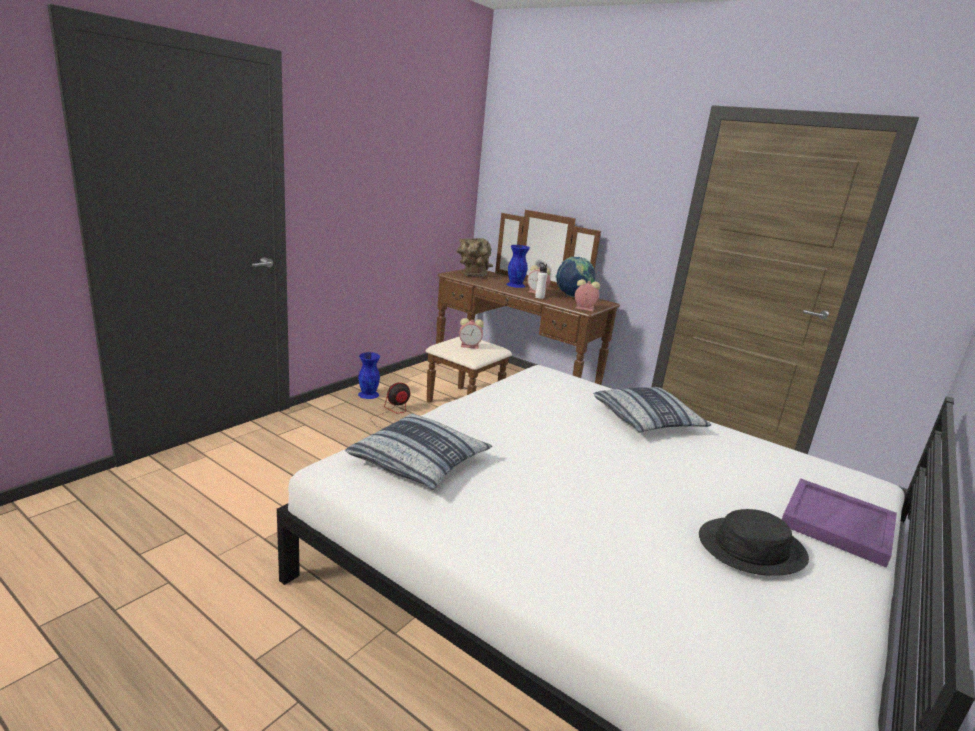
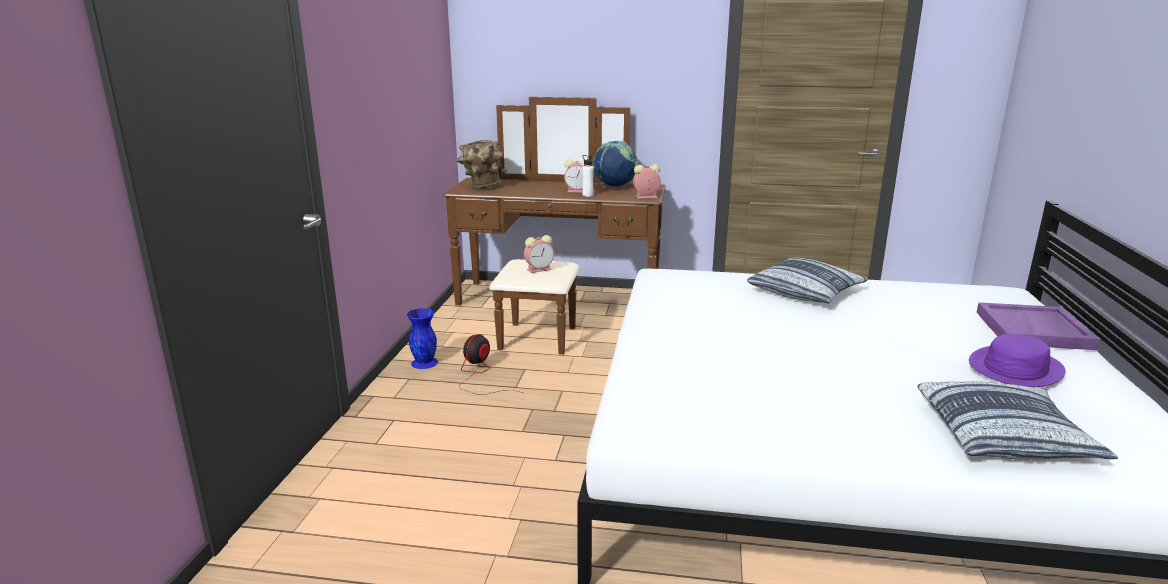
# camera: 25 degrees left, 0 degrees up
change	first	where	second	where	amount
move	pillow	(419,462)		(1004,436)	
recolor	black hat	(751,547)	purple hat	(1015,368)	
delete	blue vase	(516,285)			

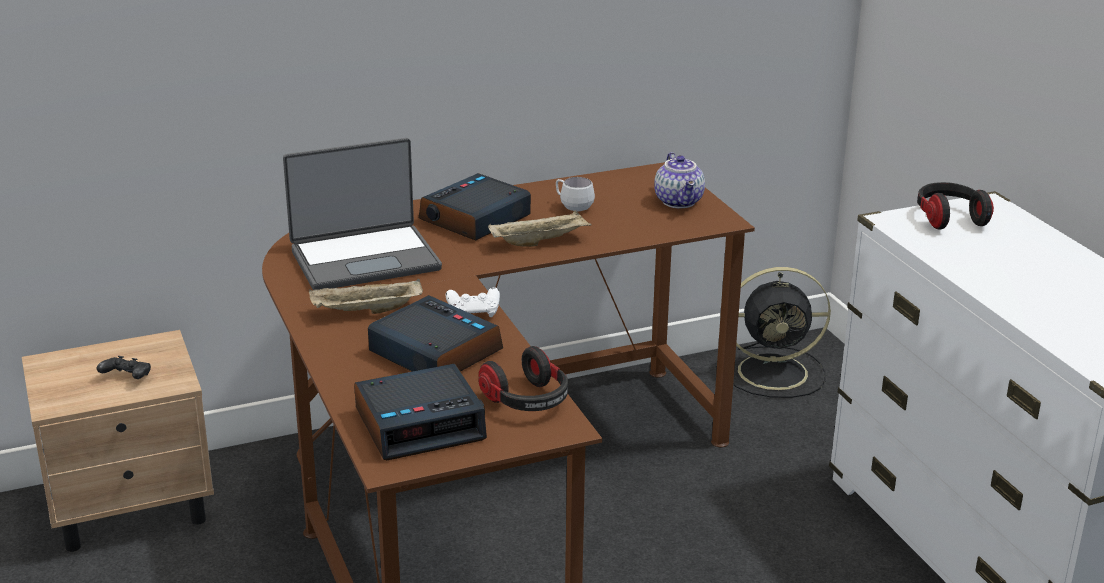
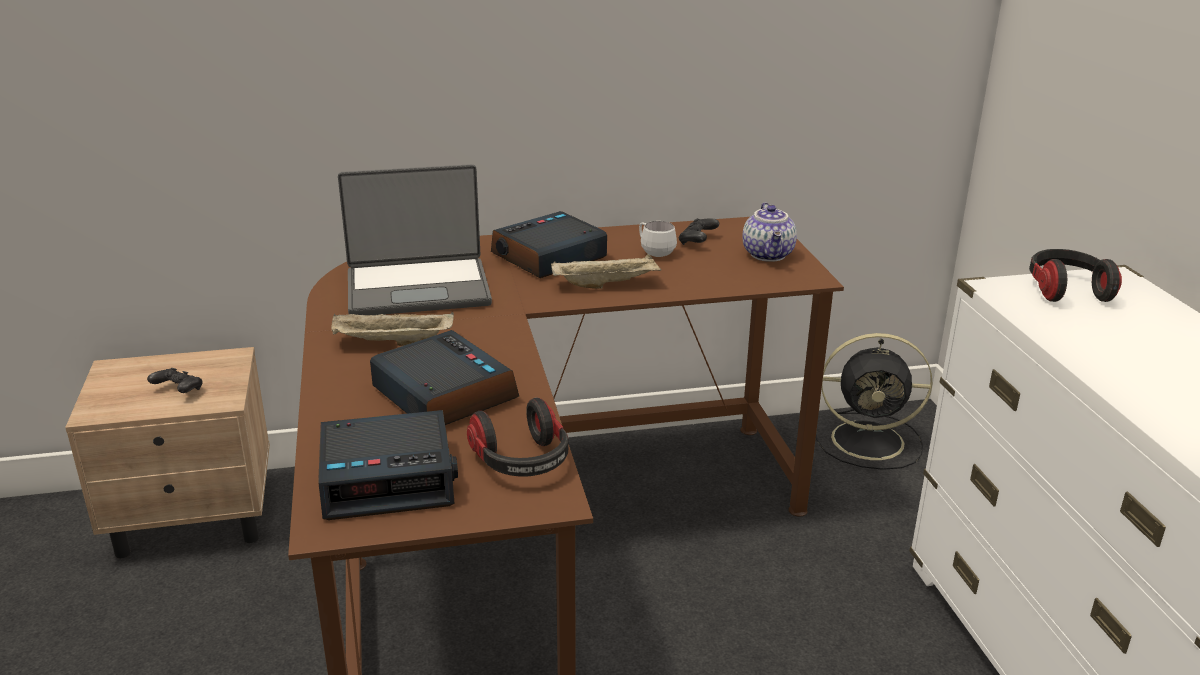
# camera: 10 degrees right, 0 degrees up
change	first	where	second	where	amount
insert			black game controller	(697,241)	
delete	white game controller	(474,313)			

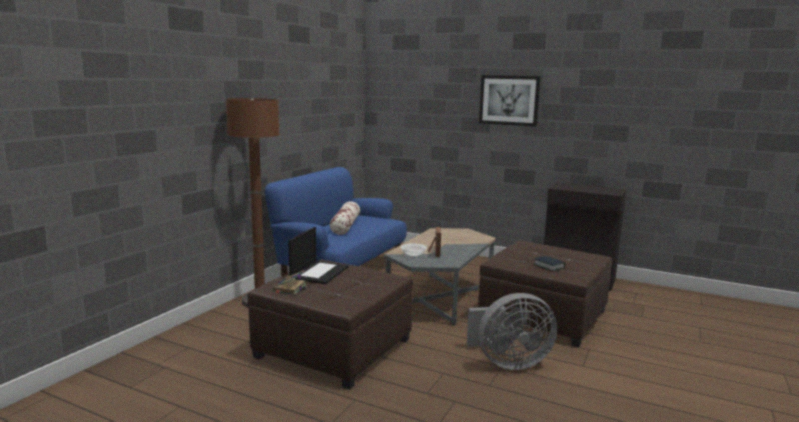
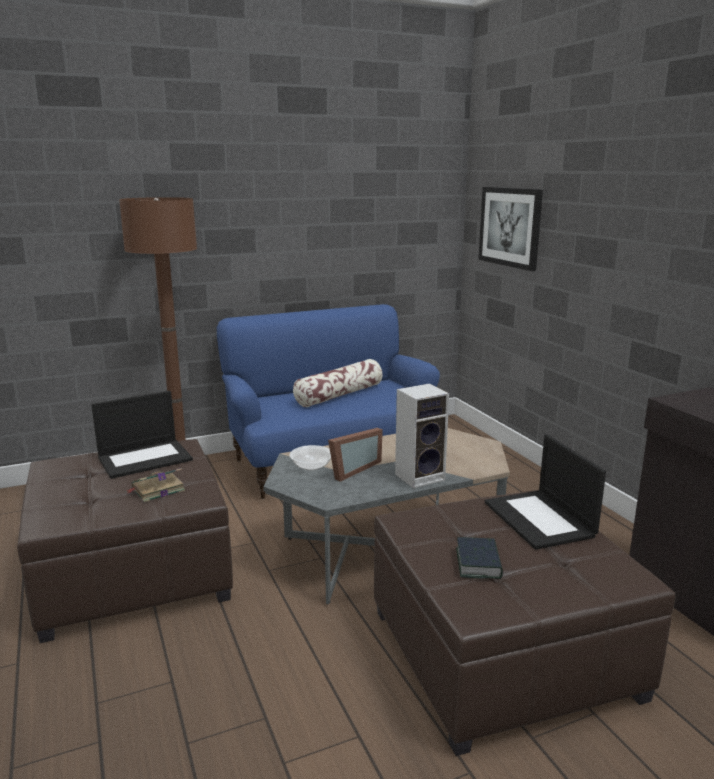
# camera: 40 degrees right, 5 degrees up
change	first	where	second	where	amount
move	book	(289,289)		(157,490)	
insert			speaker	(420,476)	
move	picture	(509,100)		(510,227)	
insert			laptop	(540,519)	
delete	grey fan	(508,362)			

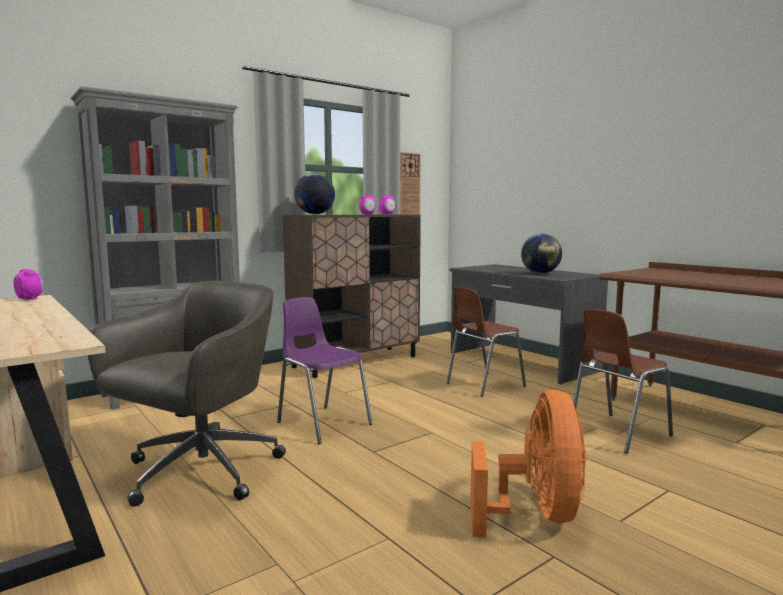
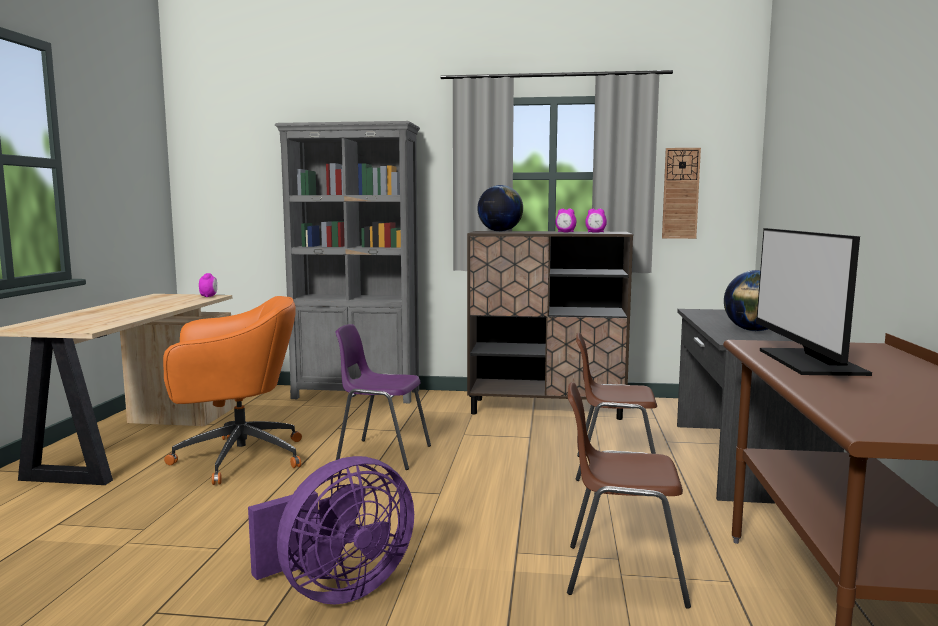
# camera: 45 degrees right, 0 degrees up
change	first	where	second	where	amount
recolor	grey office chair	(199,472)	orange office chair	(236,458)	
recolor	orange fan	(536,515)	purple fan	(336,590)	
rotate	purple chair	(322,423)		(382,453)	75 degrees counterclockwise
insert			monitor	(808,362)	

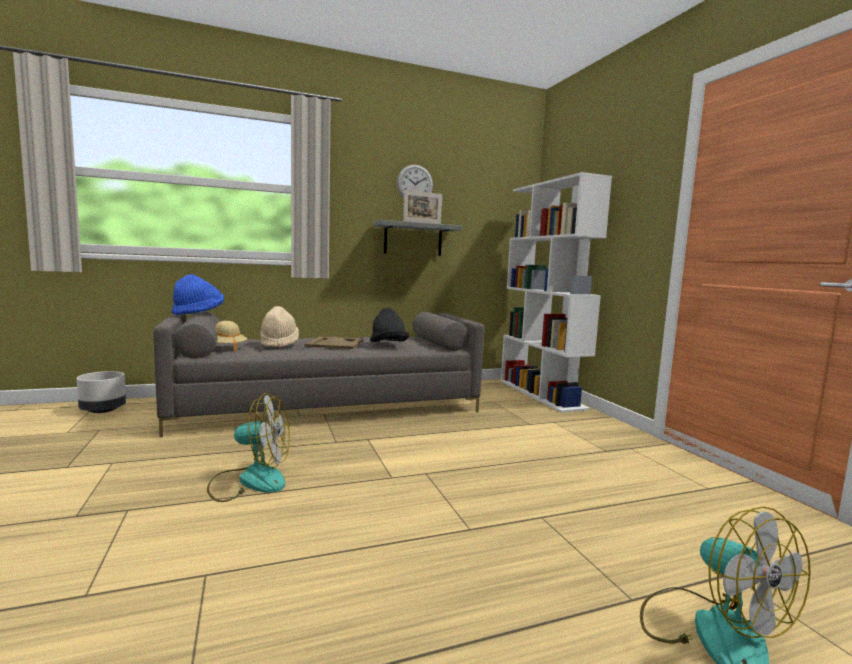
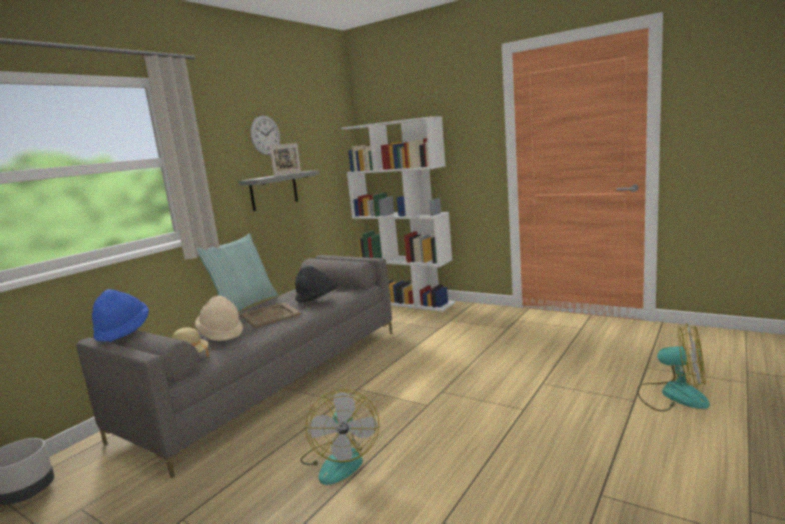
# camera: 35 degrees left, 5 degrees up
change	first	where	second	where	amount
insert			pillow	(244,305)	
rotate	fan	(250,481)		(340,460)	120 degrees clockwise

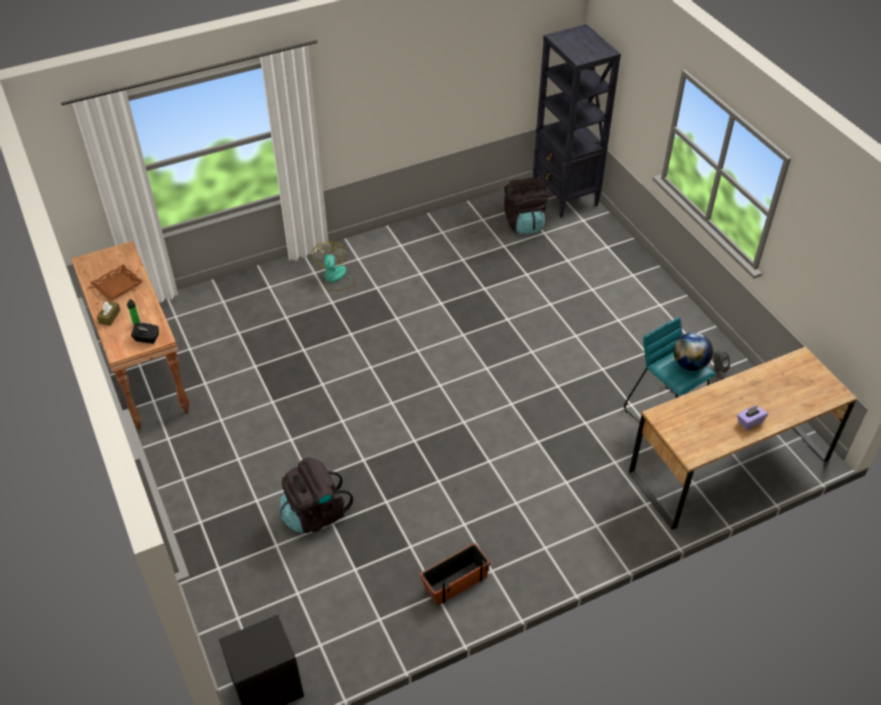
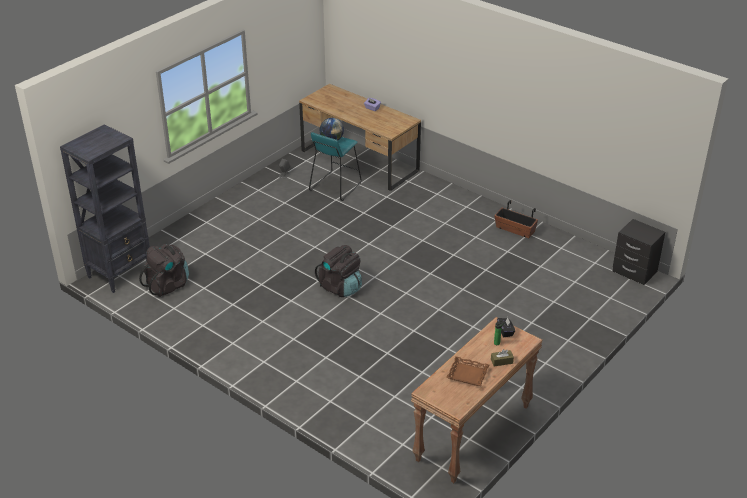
# camera: 115 degrees left, 10 degrees down
change	first	where	second	where	amount
move	black backpack	(315,514)		(340,287)	
delete	fan	(335,278)			

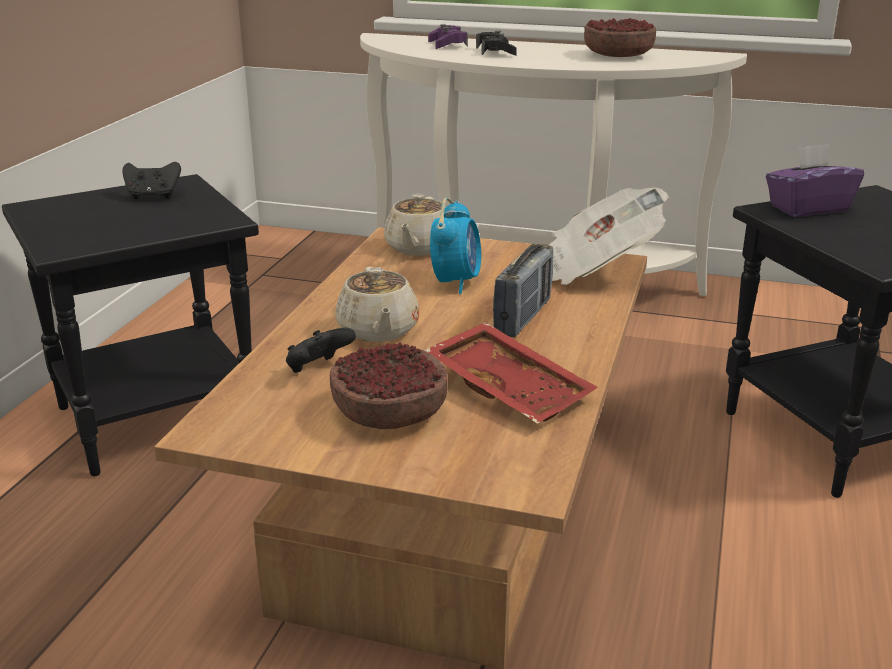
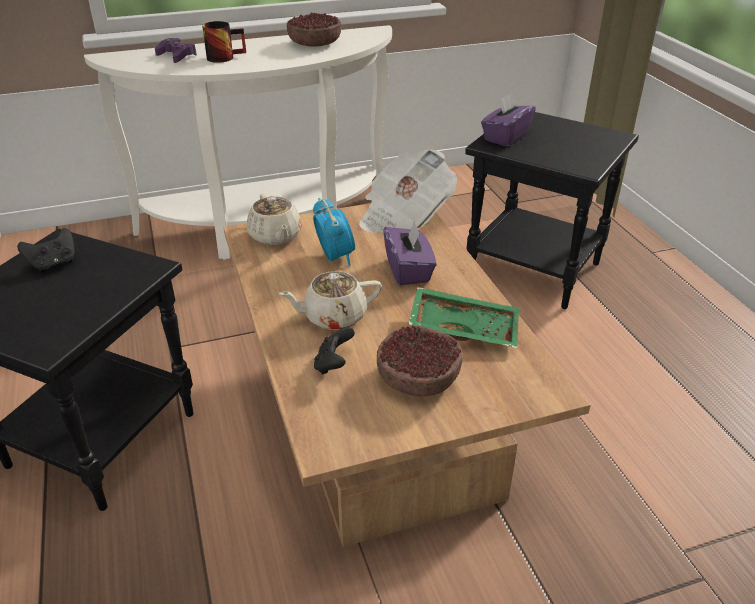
# camera: 35 degrees left, 10 degrees up
change	first	where	second	where	amount
replace	black game controller	(495,52)	mug	(224,57)	
rotate	beige teapot	(378,331)		(333,316)	120 degrees clockwise
replace	radio	(523,317)	purple tissue box	(408,270)	
recolor	red tray	(511,388)	green tray	(464,327)	

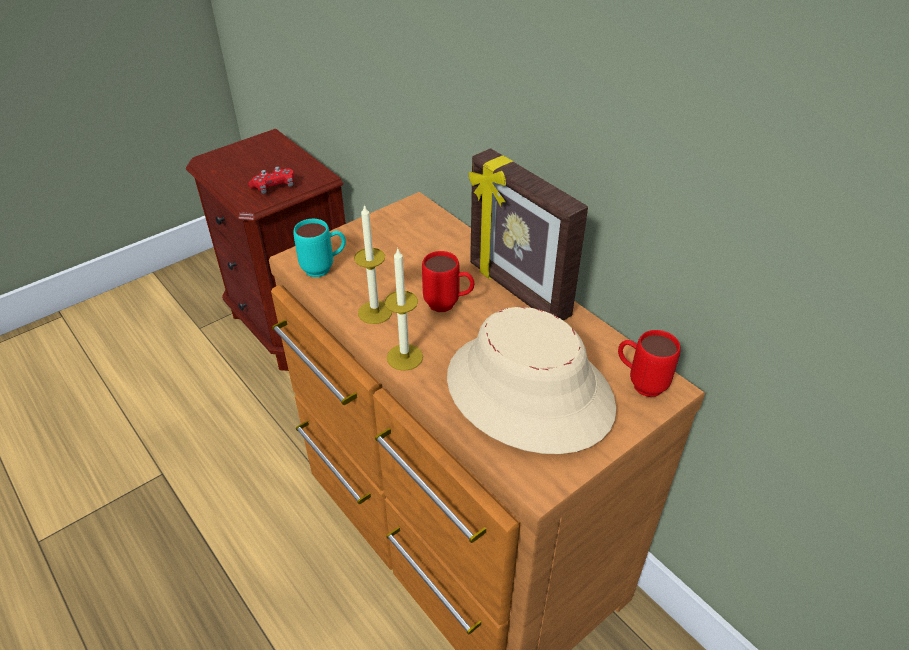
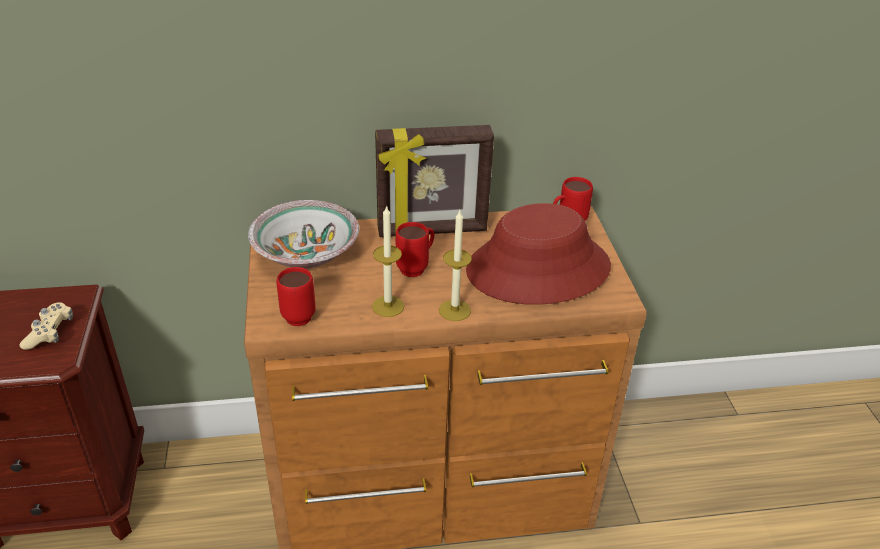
# camera: 60 degrees left, 5 degrees down
change	first	where	second	where	amount
recolor	red game controller	(274,187)	beige game controller	(50,333)	
insert			bowl	(307,254)	
recolor	turquoise mug	(324,269)	red mug	(301,314)	
recolor	beige hat	(528,392)	red hat	(538,269)	

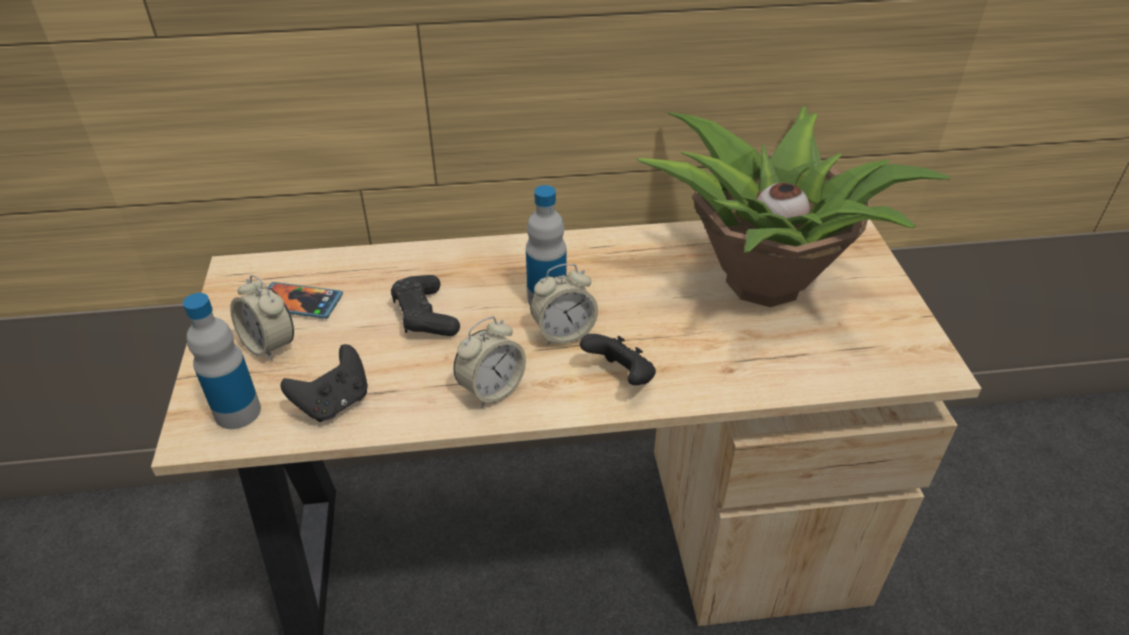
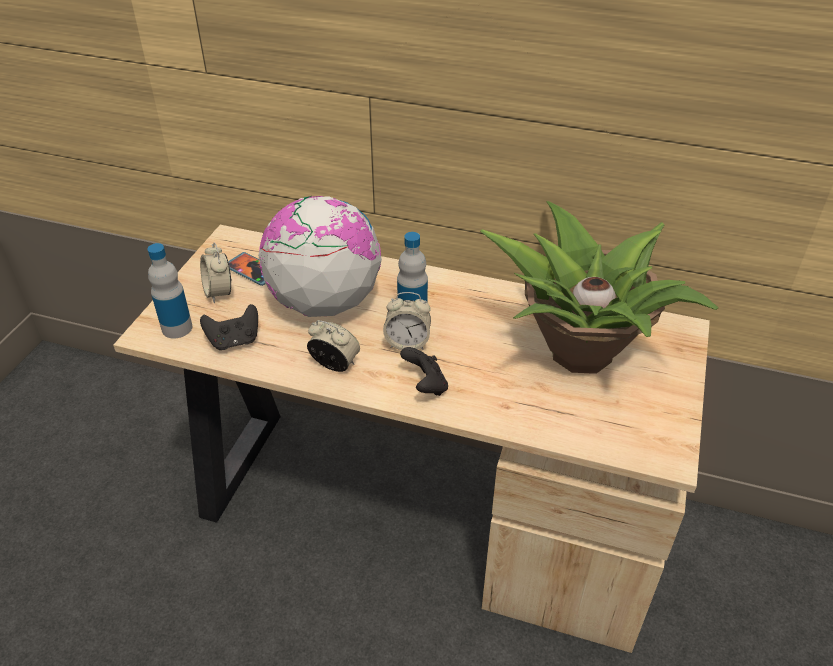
# camera: 25 degrees right, 0 degrees up
change	first	where	second	where	amount
replace	black game controller	(425,316)	globe	(324,303)	
rotate	alarm clock	(491,389)		(335,365)	135 degrees counterclockwise

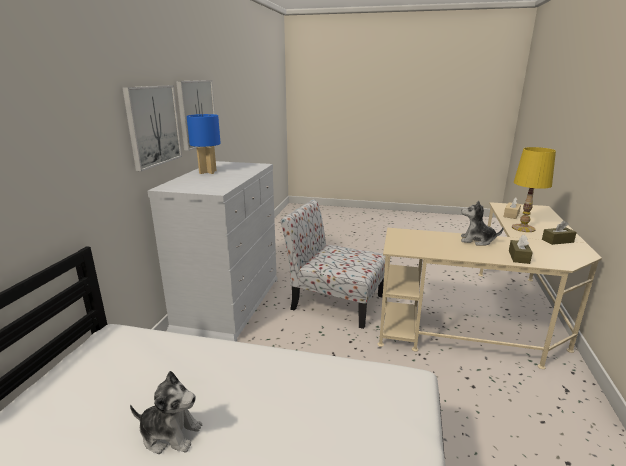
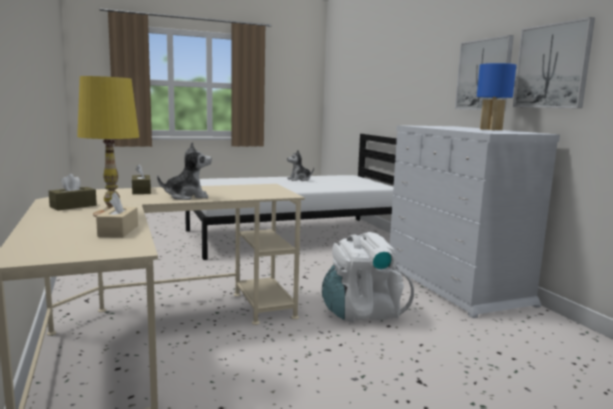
# camera: 145 degrees right, 10 degrees down
change	first	where	second	where	amount
replace	chair	(335,302)	white backpack	(362,312)	

